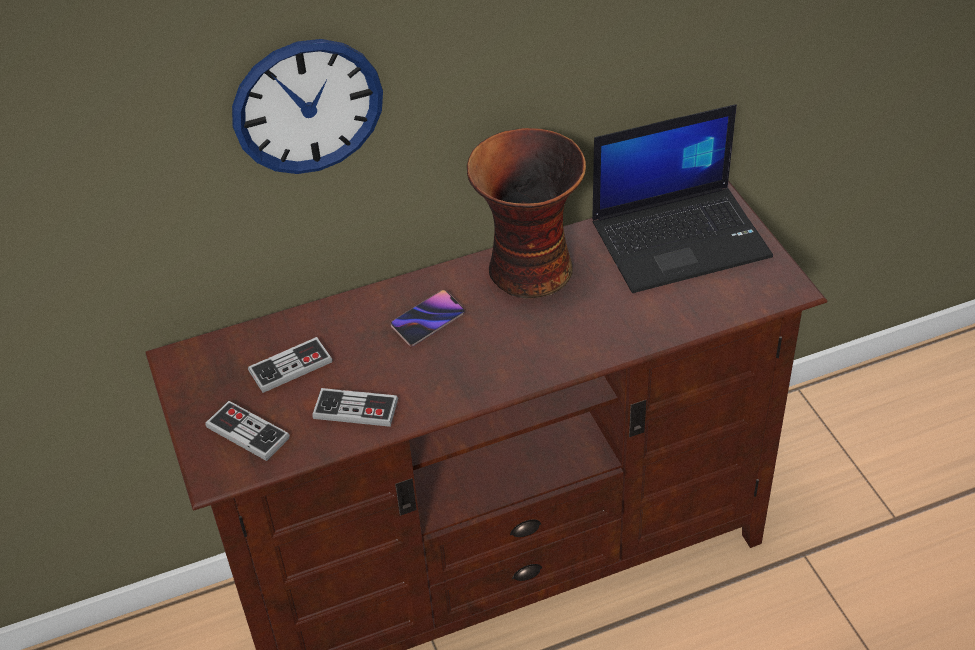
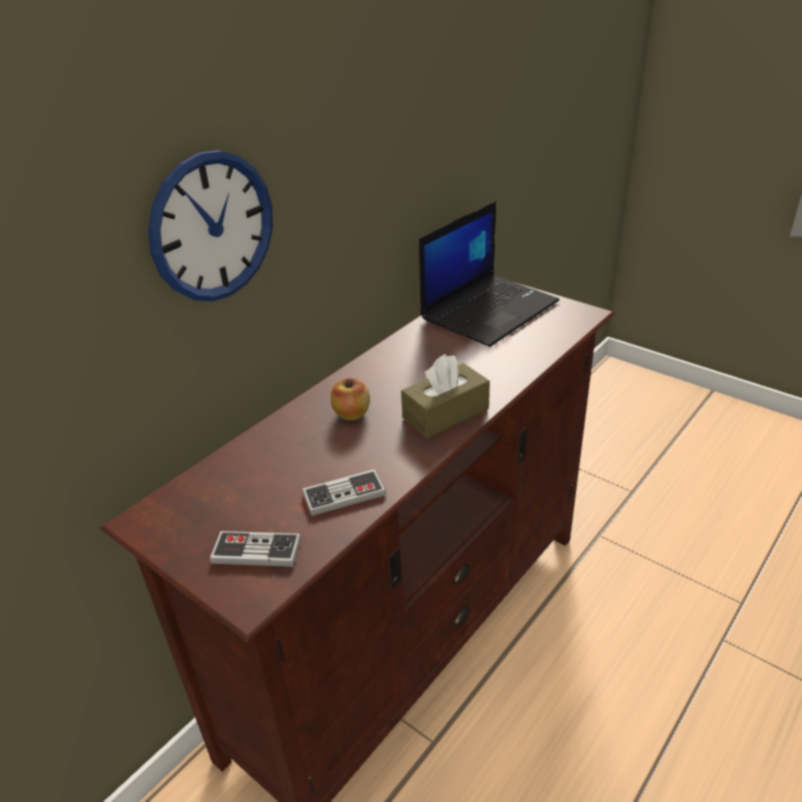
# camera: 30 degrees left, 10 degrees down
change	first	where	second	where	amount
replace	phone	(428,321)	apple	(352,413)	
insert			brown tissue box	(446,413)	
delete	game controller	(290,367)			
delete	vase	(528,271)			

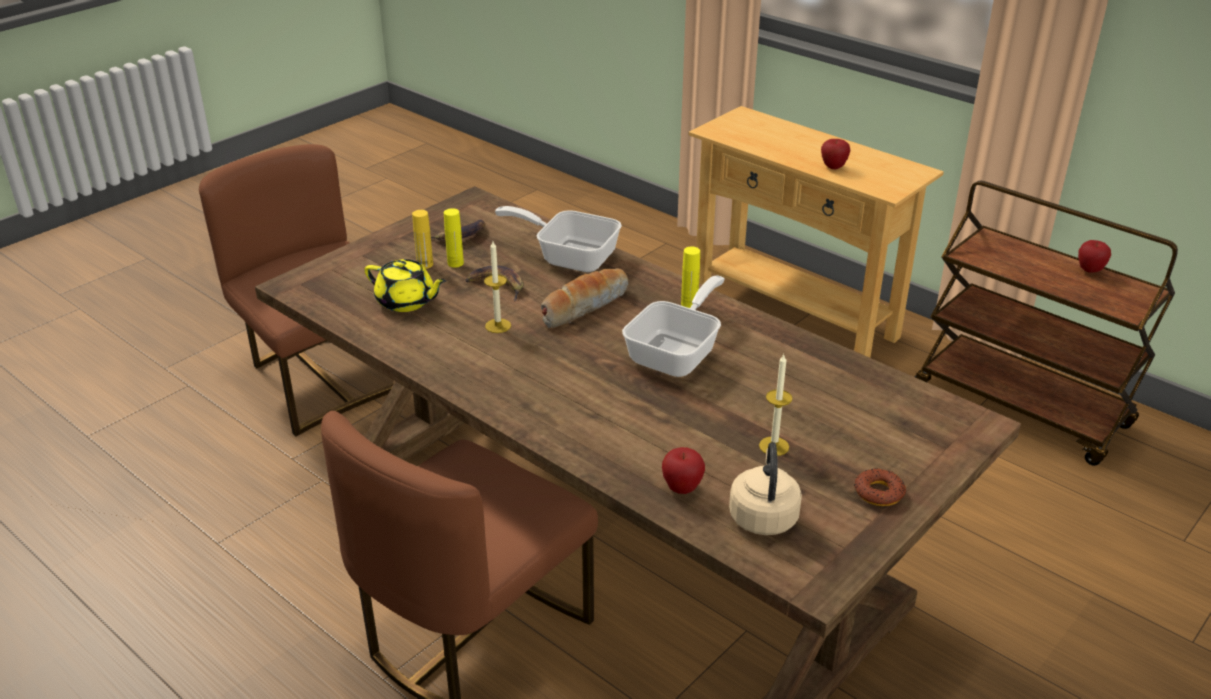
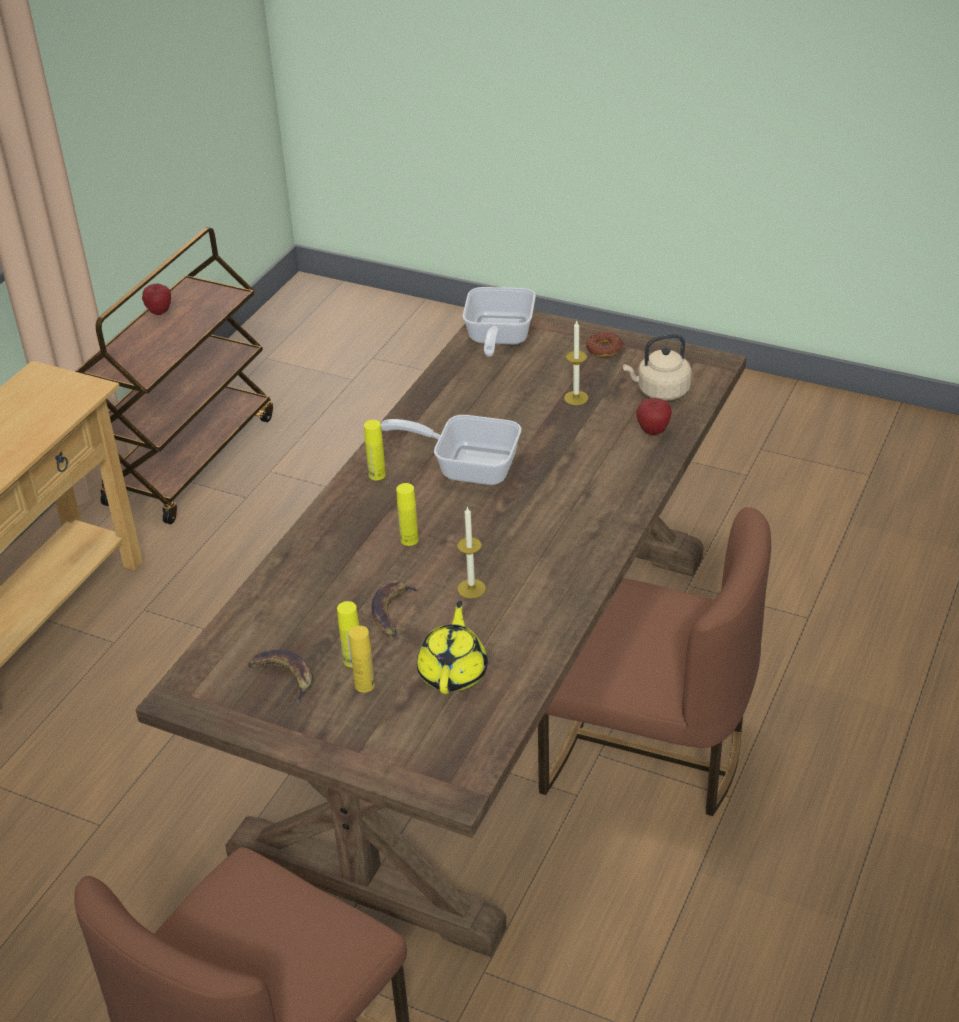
# camera: 105 degrees left, 5 degrees up
change	first	where	second	where	amount
replace	bread	(584,306)	yellow bottle	(409,540)	
move	frying pan	(569,256)		(497,339)	
delete	apple	(833,167)			

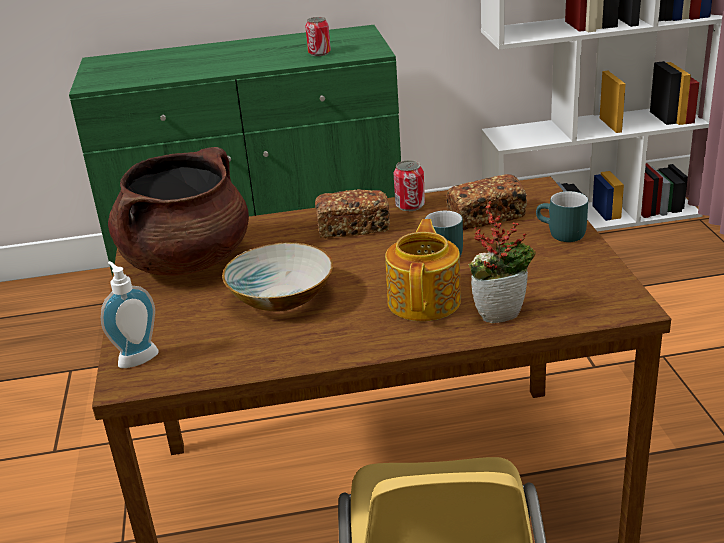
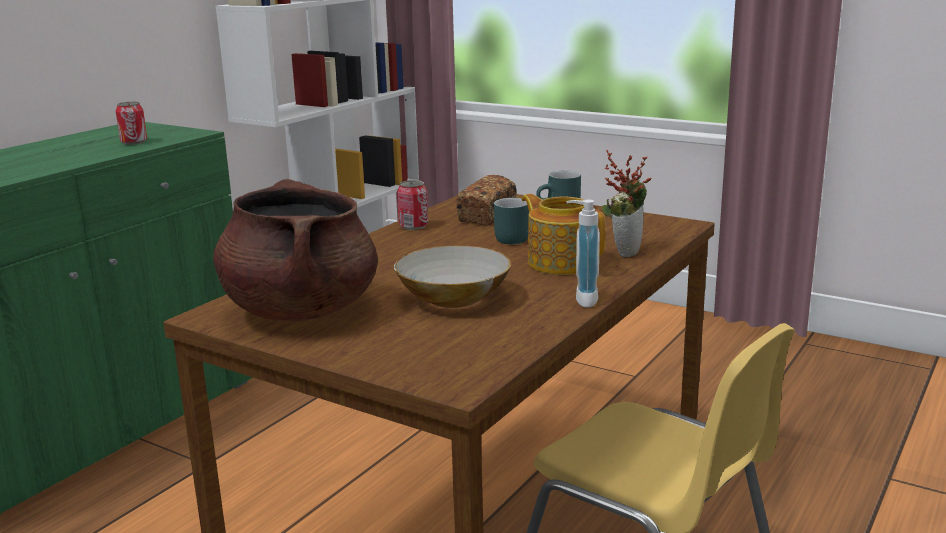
# camera: 50 degrees left, 10 degrees down
change	first	where	second	where	amount
move	soap dispenser	(136,357)		(581,299)	
delete	bread	(353,227)			

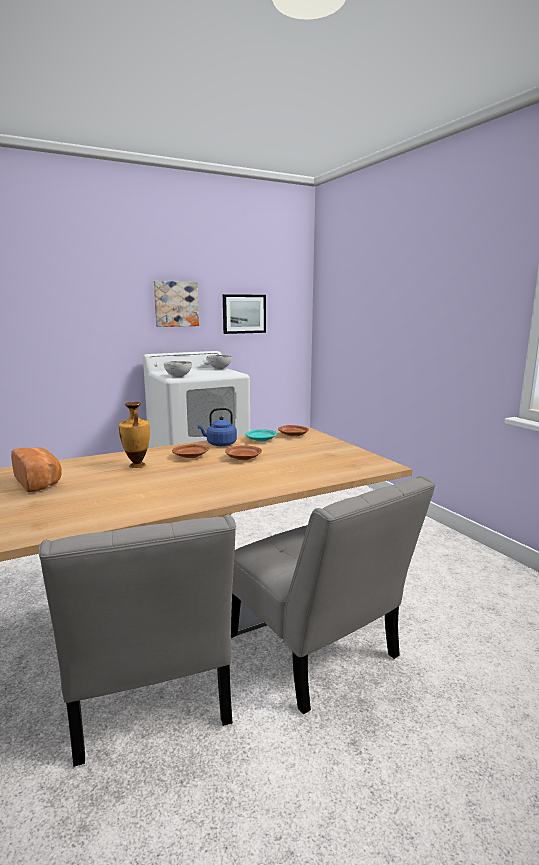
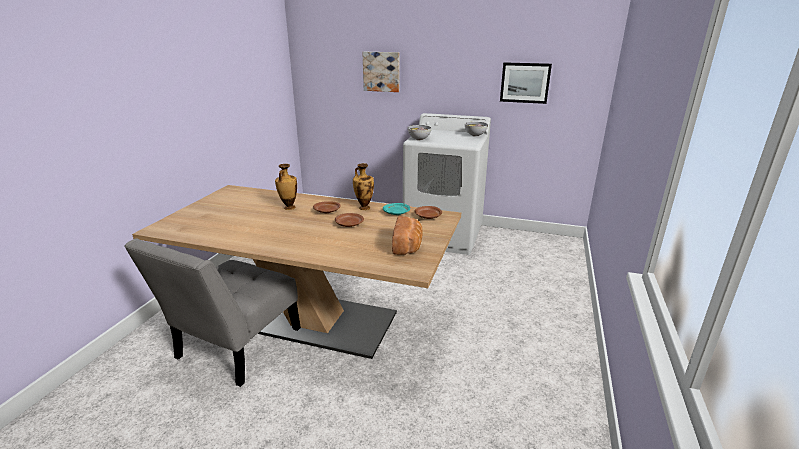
# camera: 45 degrees right, 10 degrees up
change	first	where	second	where	amount
replace	blue kettle	(220,444)	vase	(364,207)	
move	picture	(176,304)		(382,71)	
move	bread	(40,482)		(408,246)	
delete	grey chair	(316,652)			

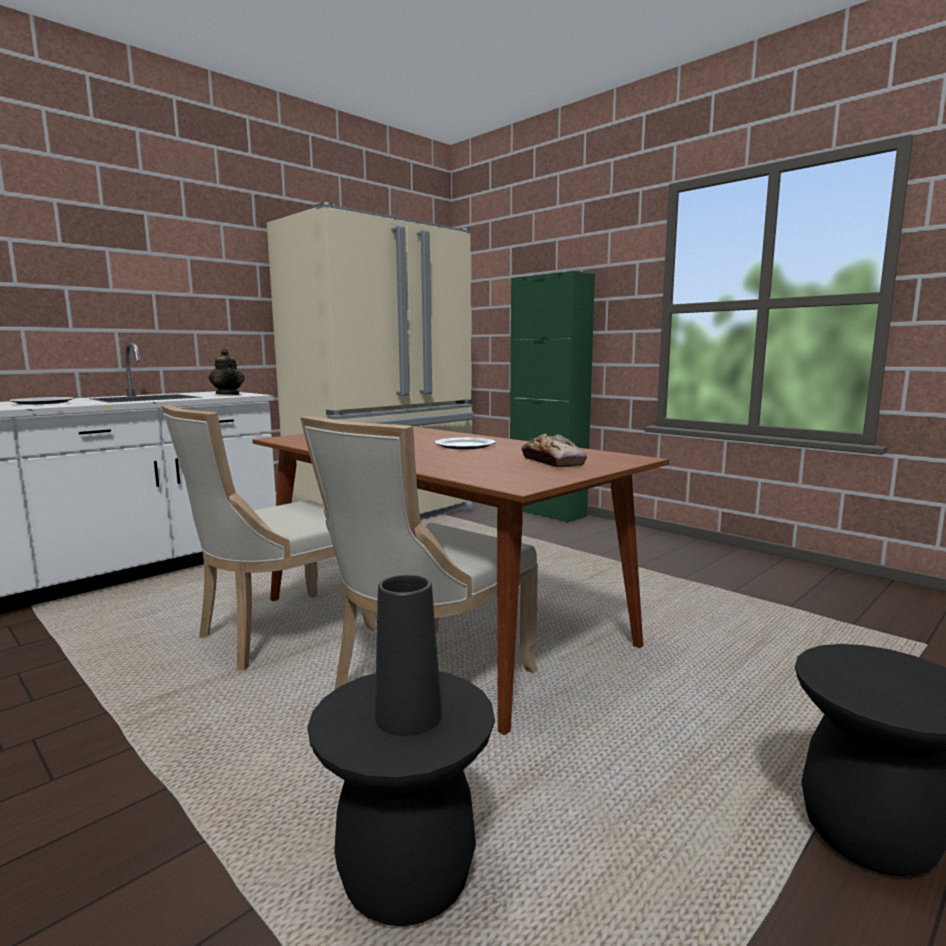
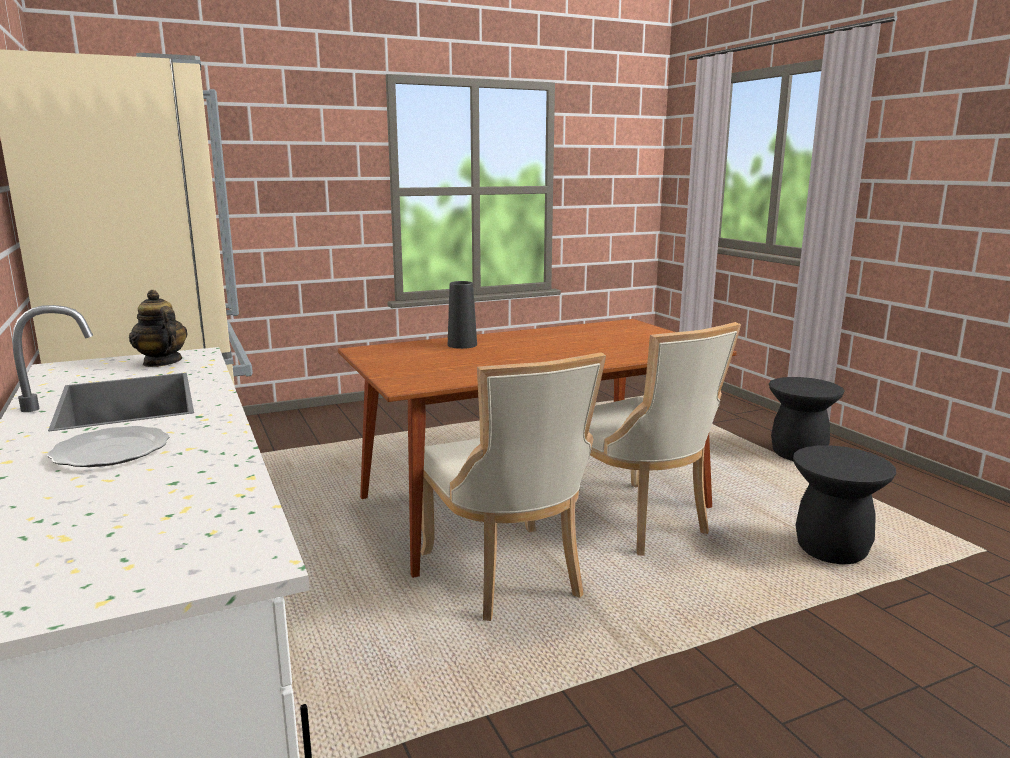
# camera: 70 degrees left, 5 degrees up
change	first	where	second	where	amount
rotate	teapot	(228,394)		(162,362)	120 degrees counterclockwise
move	black vase	(408,716)		(462,345)	
delete	plate	(464,446)			
delete	green cabinet	(547,512)			
delete	bread	(553,462)			

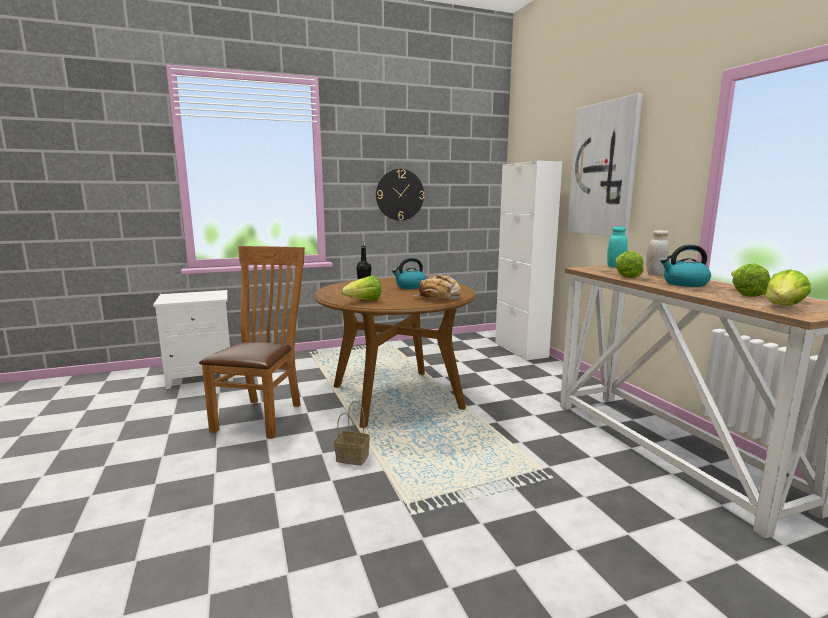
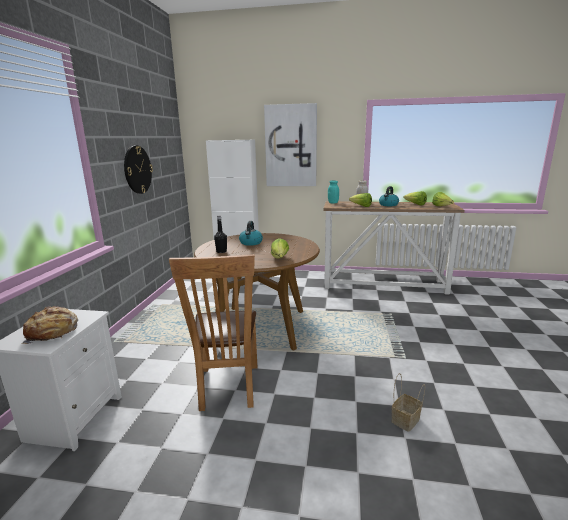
# camera: 60 degrees left, 5 degrees up
change	first	where	second	where	amount
move	bread	(439,298)		(53,333)	
rotate	brown chair	(263,415)		(227,389)	135 degrees counterclockwise
move	basket	(351,458)		(405,421)	

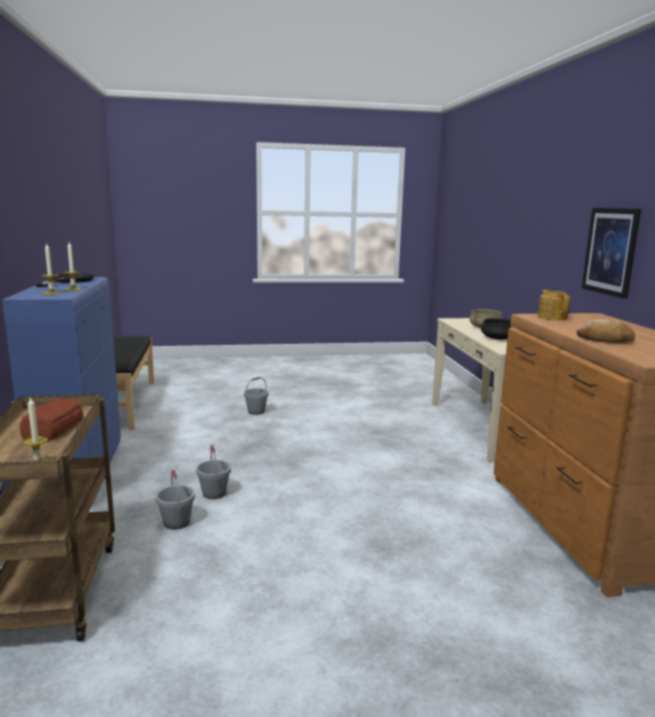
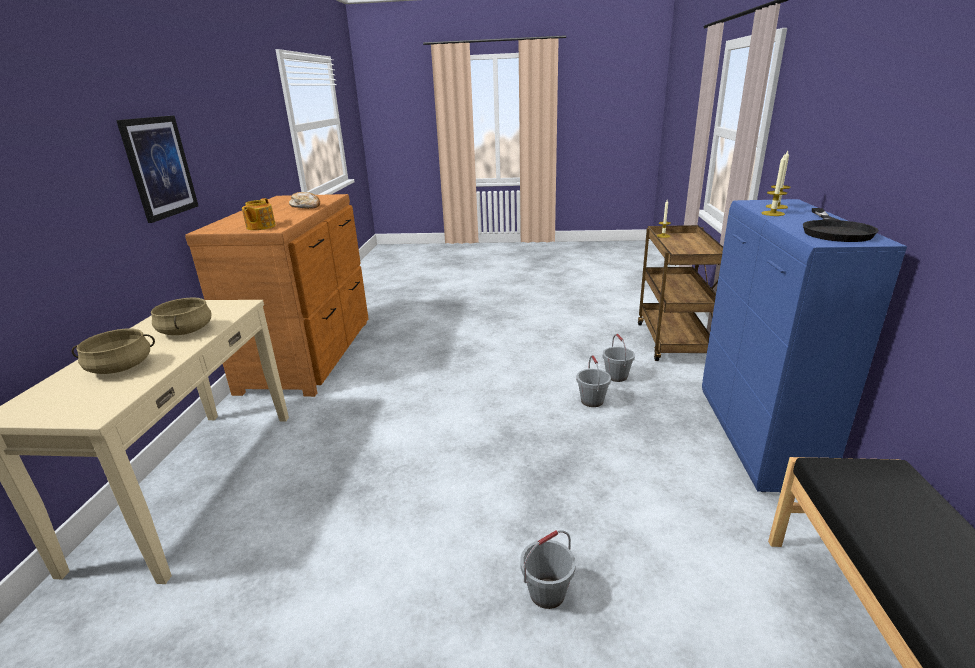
# camera: 165 degrees left, 10 degrees up
change	first	where	second	where	amount
recolor	black cooking pot	(497,338)	beige cooking pot	(186,331)	
delete	bread	(52,429)			

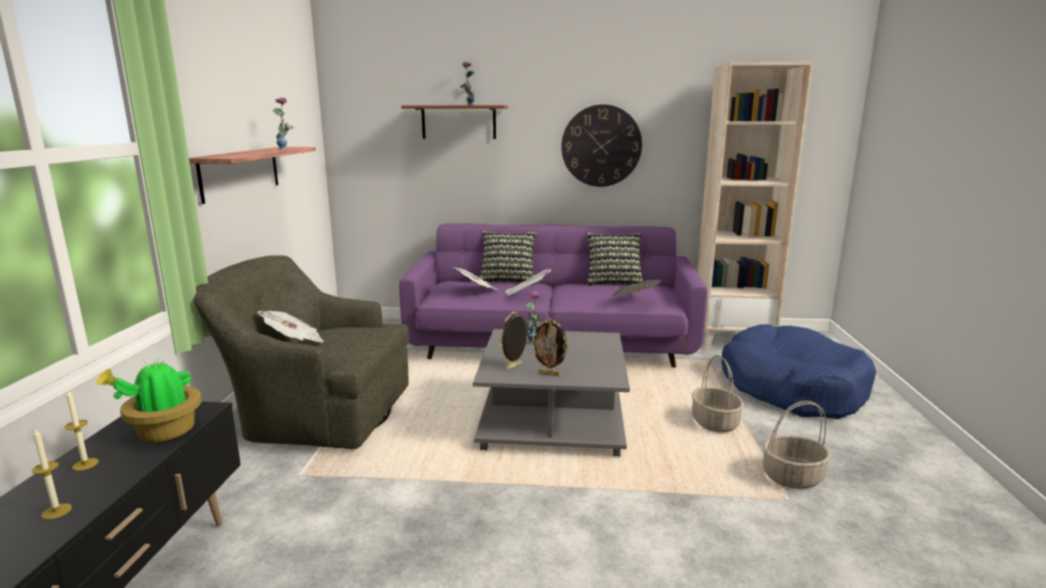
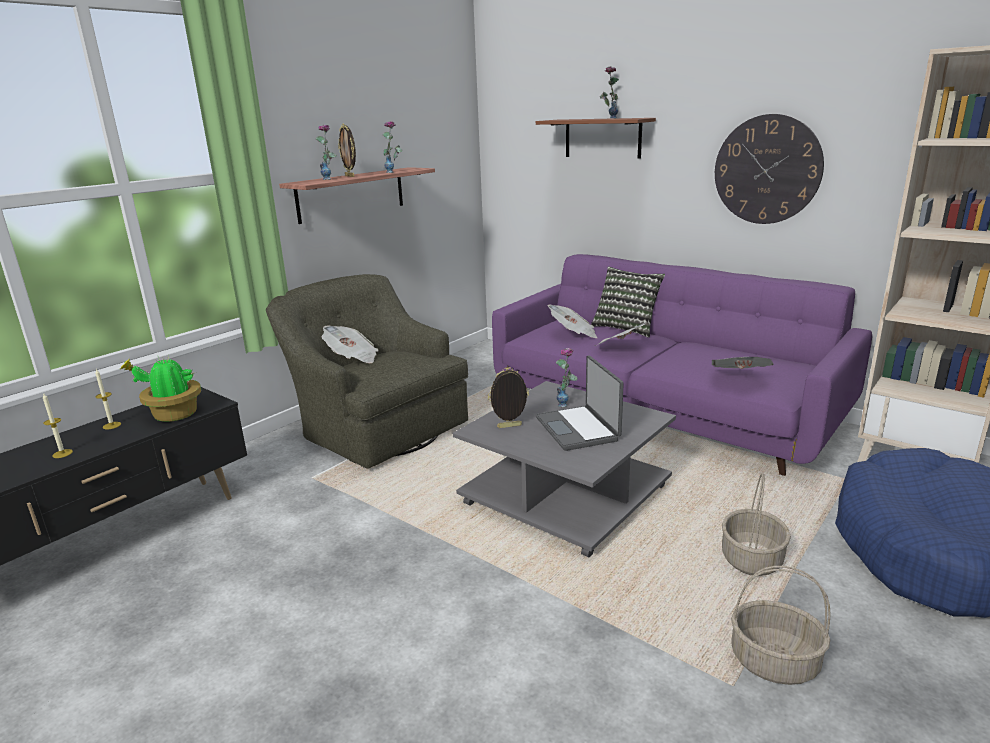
# camera: 35 degrees right, 5 degrees up
change	first	where	second	where	amount
insert			vase	(330,179)	
move	picture frame	(549,374)		(350,176)	
insert			laptop	(578,429)	
delete	pillow	(614,282)			

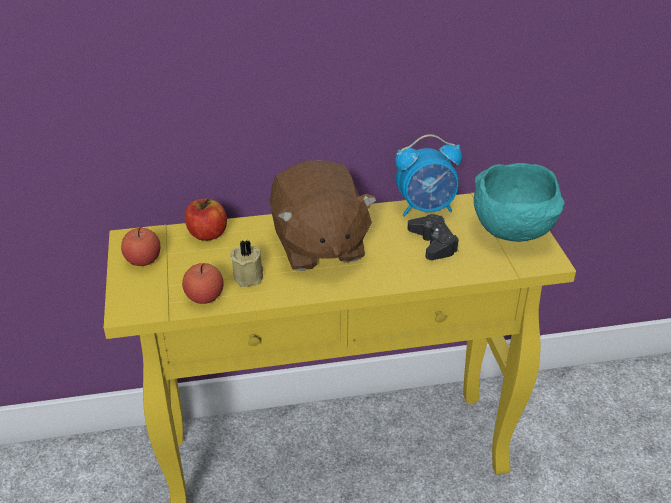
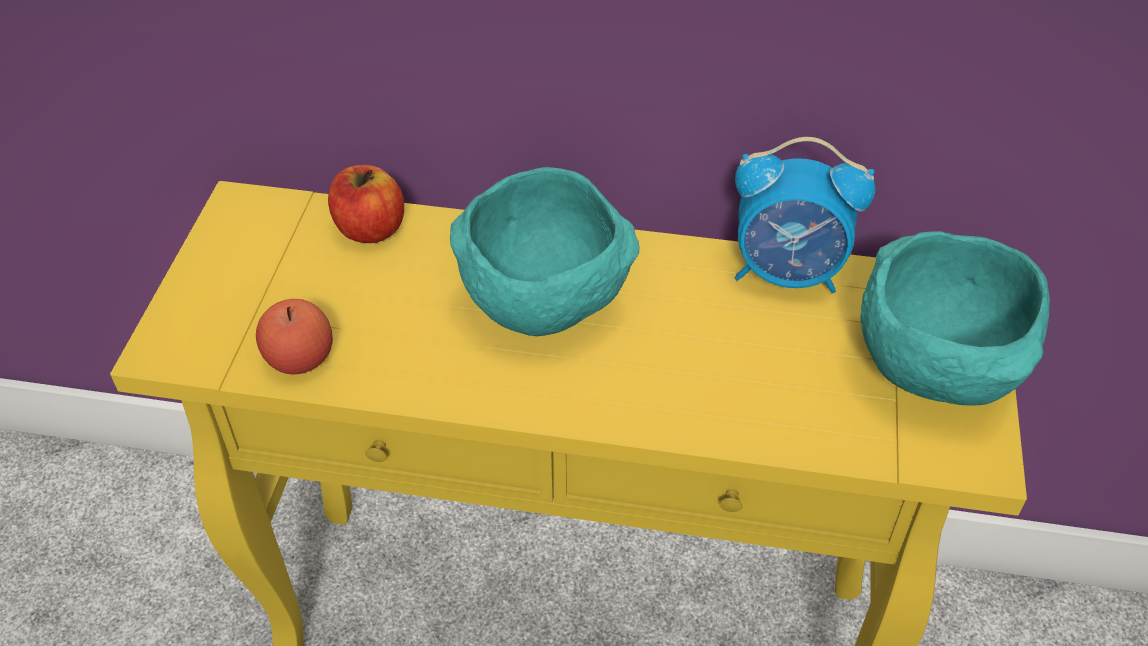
# camera: 20 degrees right, 10 degrees up
change	first	where	second	where	amount
replace	brown plush toy	(318,246)	turquoise bowl	(547,303)	
delete	apple	(143,260)			
delete	beige candle	(249,276)			
delete	black game controller	(433,243)			

